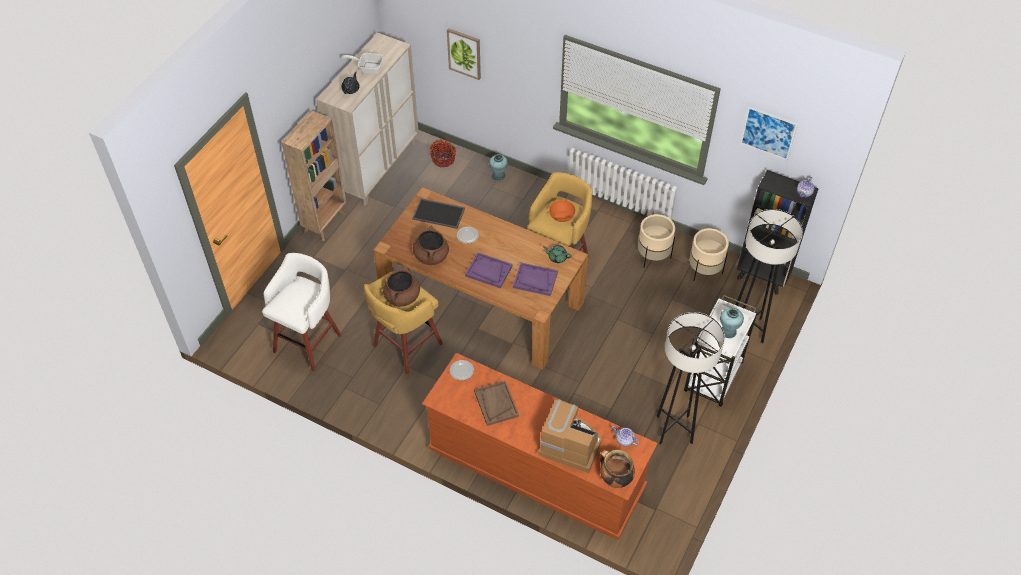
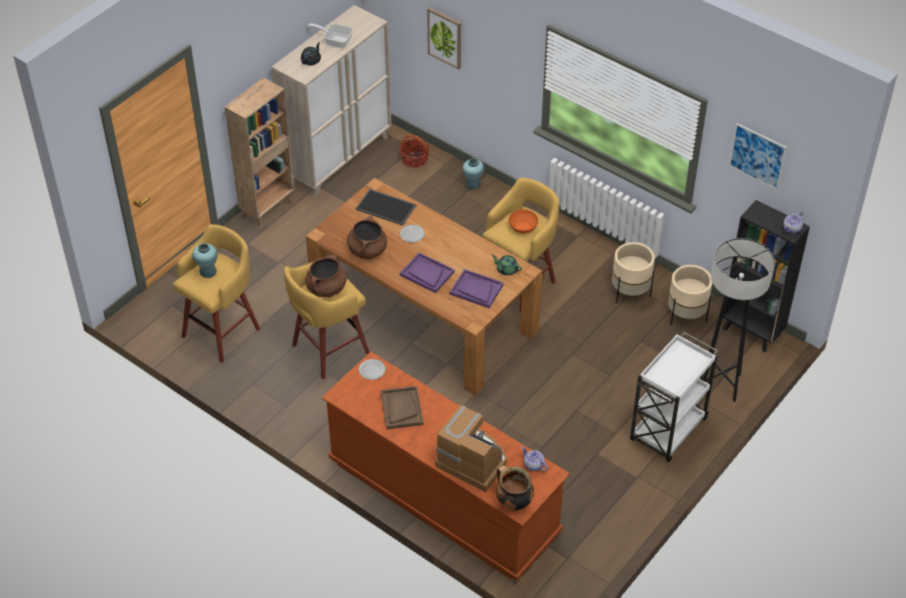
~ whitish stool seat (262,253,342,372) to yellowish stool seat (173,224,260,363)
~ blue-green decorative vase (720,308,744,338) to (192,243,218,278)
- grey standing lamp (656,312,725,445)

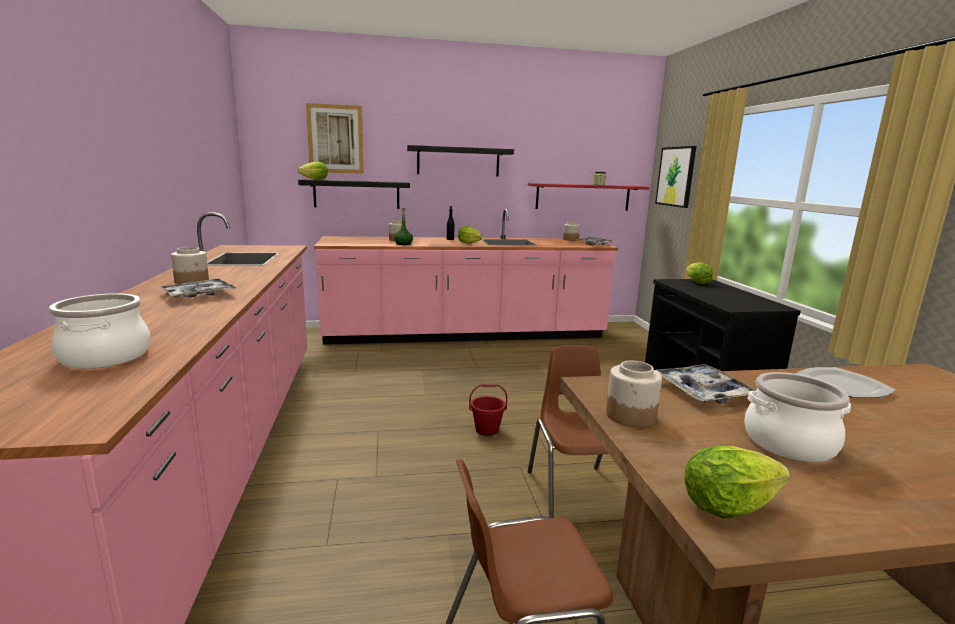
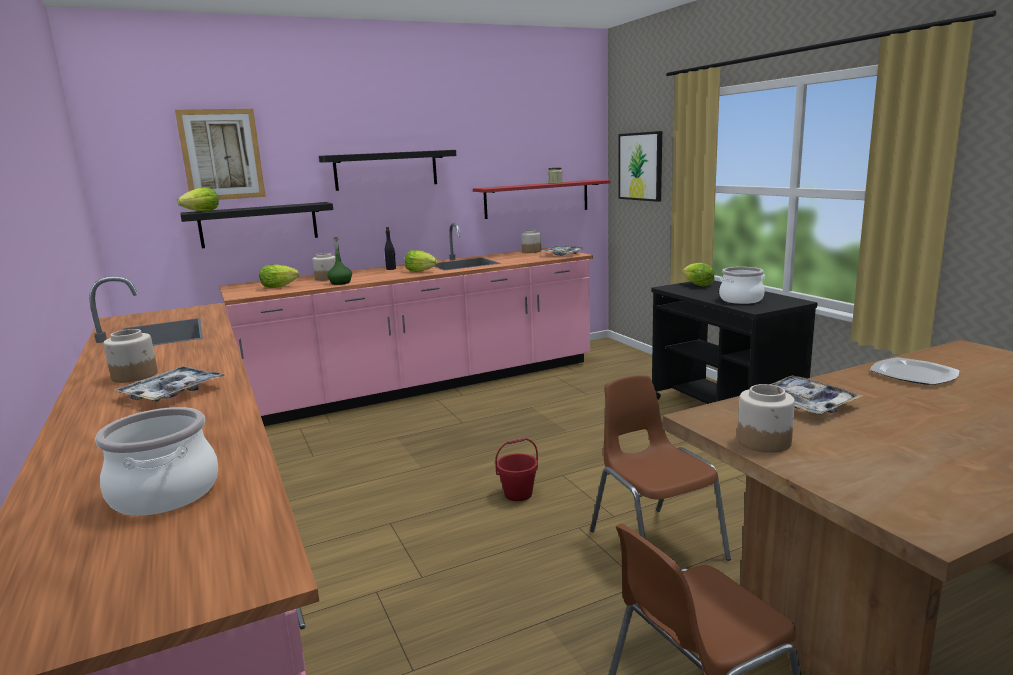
~ stockpot (744,372,851,462) to (719,267,765,304)
~ head of lettuce (685,446,790,518) to (259,265,299,288)

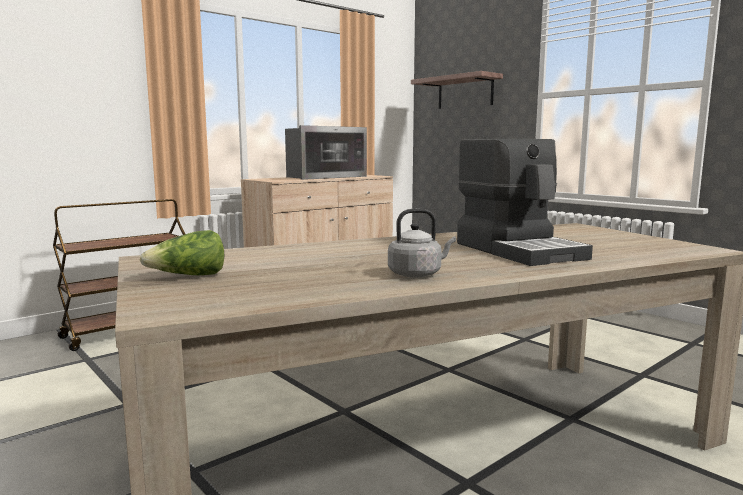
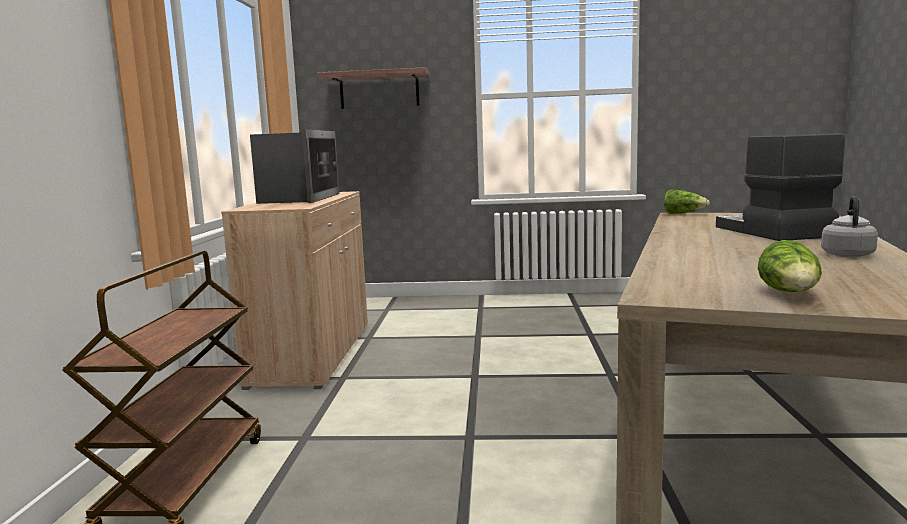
~ coffee maker (457,139,593,266) = (716,133,845,241) 120 degrees counterclockwise
+ head of lettuce (664,190,710,214)

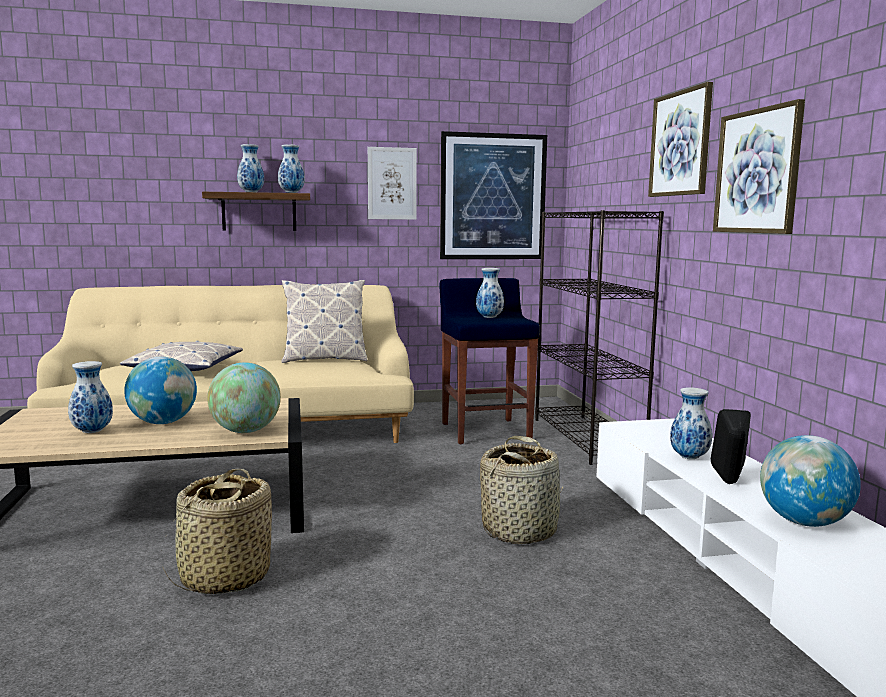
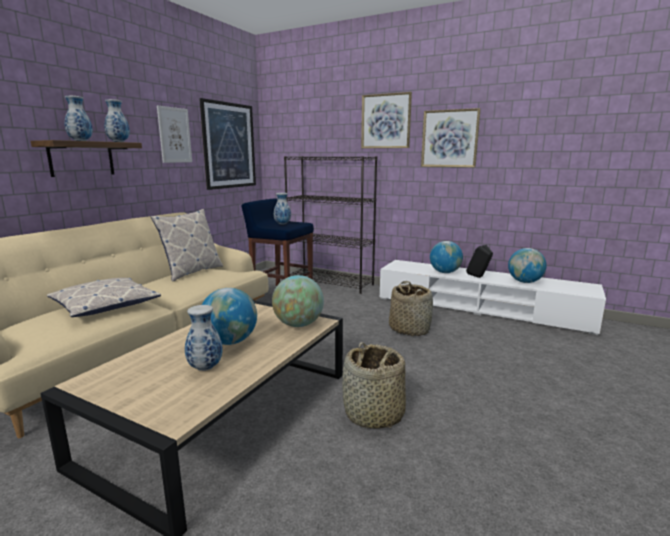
~ decorative vase (670,388,712,459) to desk globe (430,241,463,273)

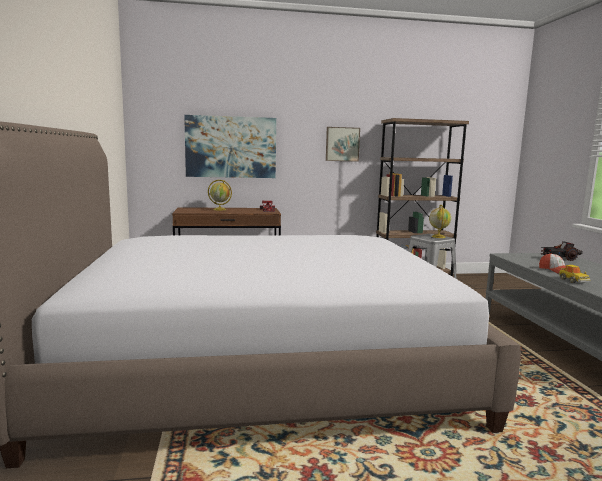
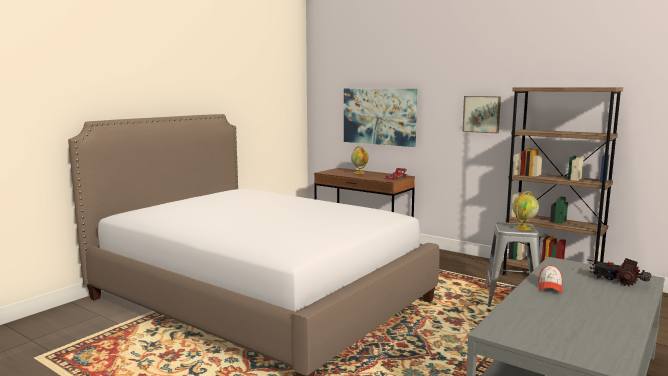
- model car (559,265,590,283)

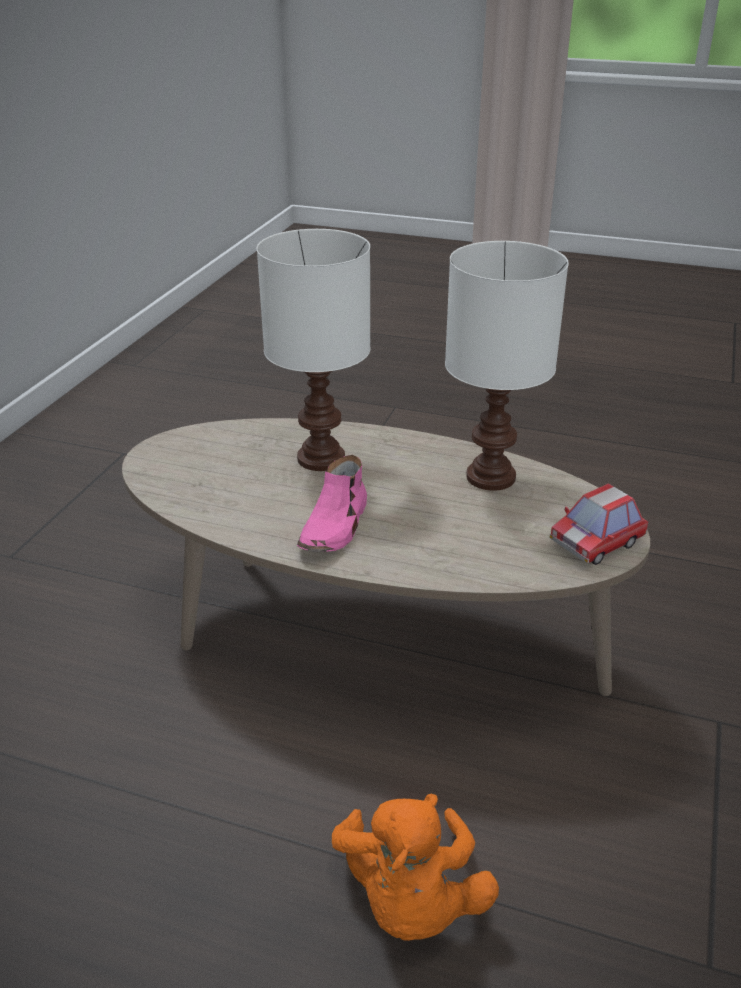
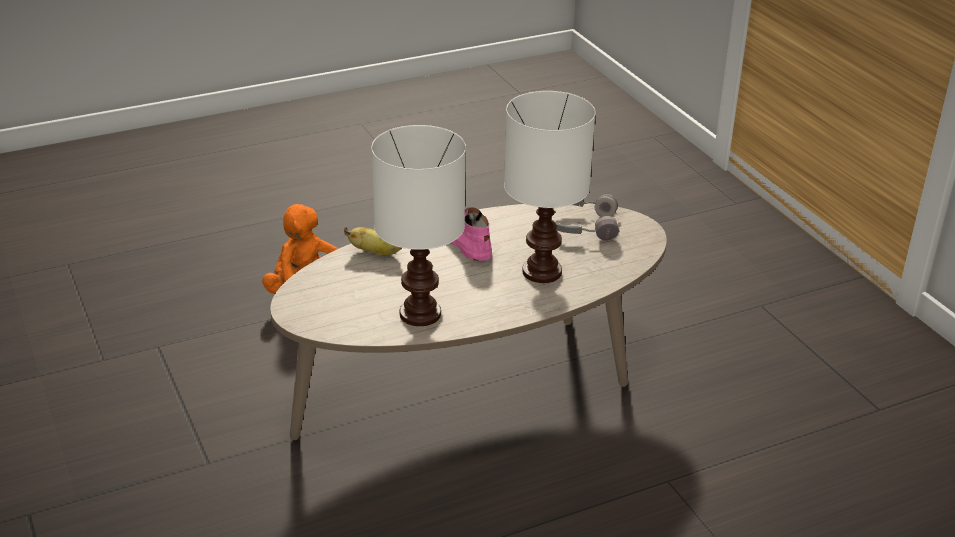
- model car (549,483,648,565)
+ grey headset (551,194,619,240)
+ whole banana (344,227,402,255)

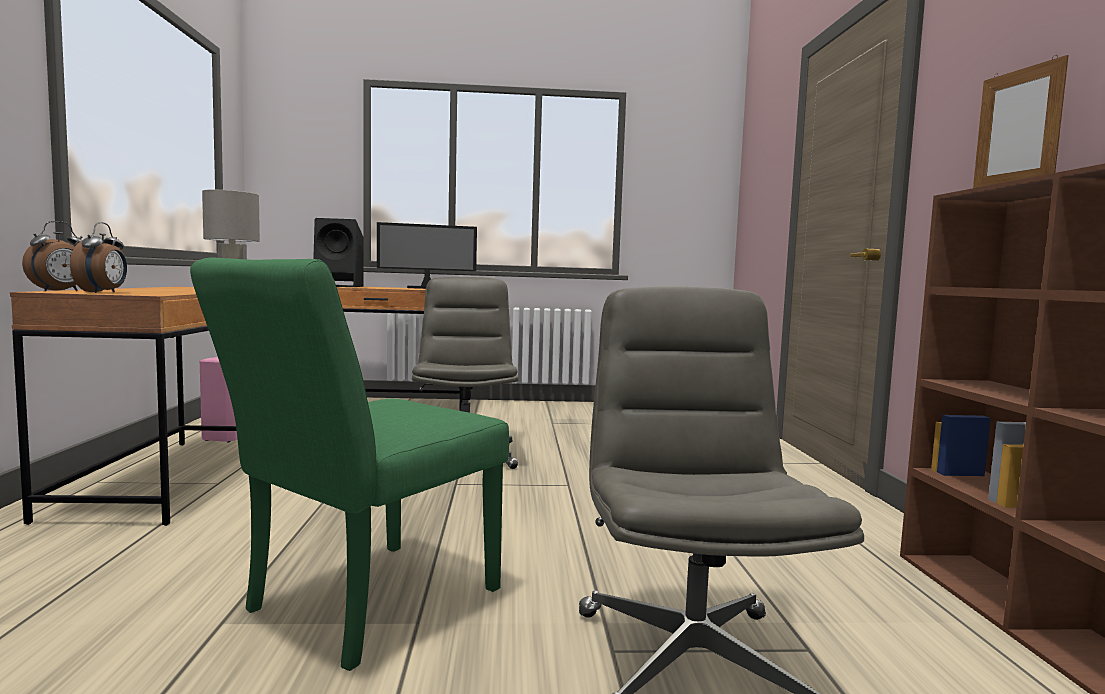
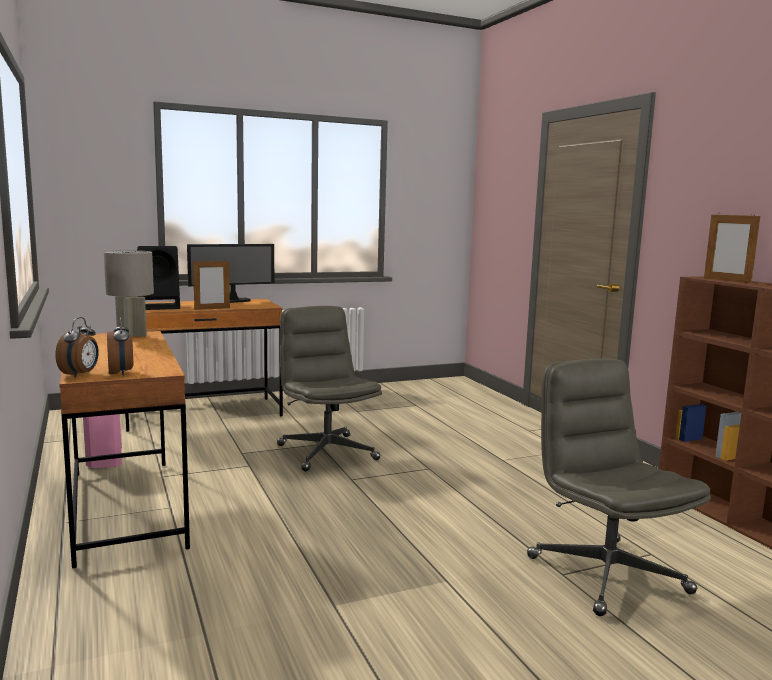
- green upright chair (190,257,509,671)
+ picture frame (193,260,230,310)

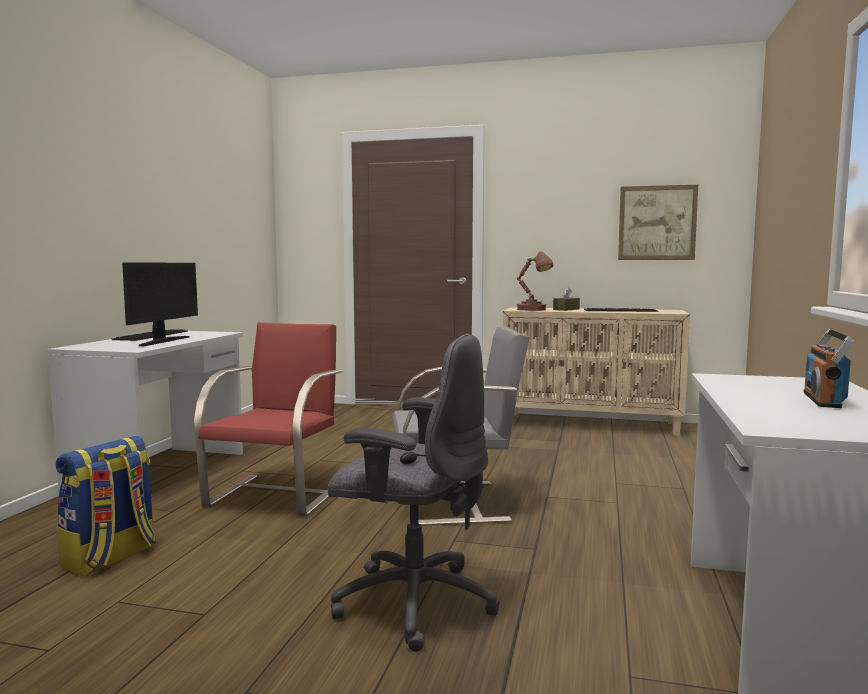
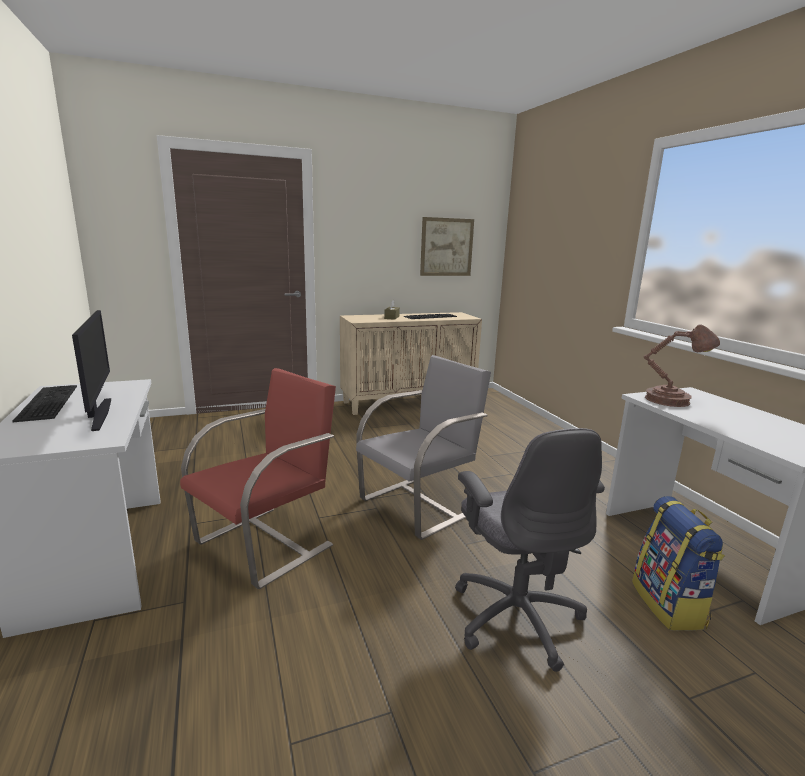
~ brown-coloured lamp for a table (516,252,554,311) to (644,324,720,407)
~ red-coloured upright chair (194,322,342,516) = (180,368,336,589) 60 degrees clockwise
- radio (804,329,855,408)
~ grey desk chair (328,334,499,652) = (455,428,605,672) 90 degrees clockwise
~ rucksack (56,436,156,576) to (632,496,725,631)

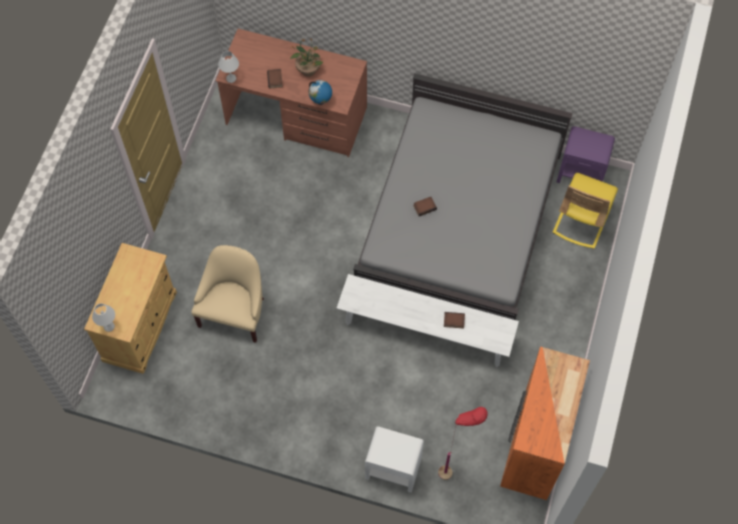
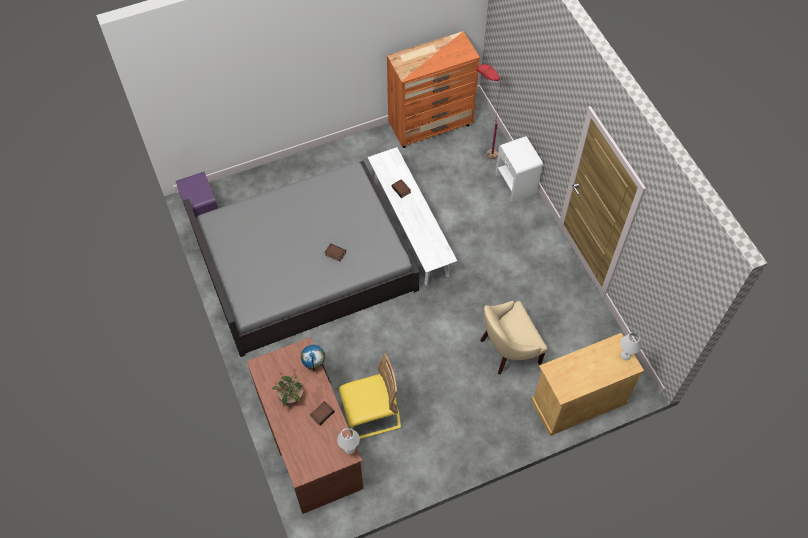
~ yellowish upright chair (553,173,618,249) to (339,354,401,439)

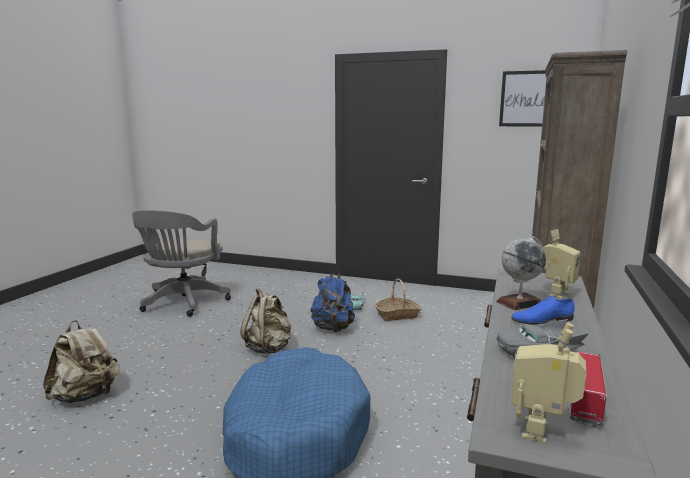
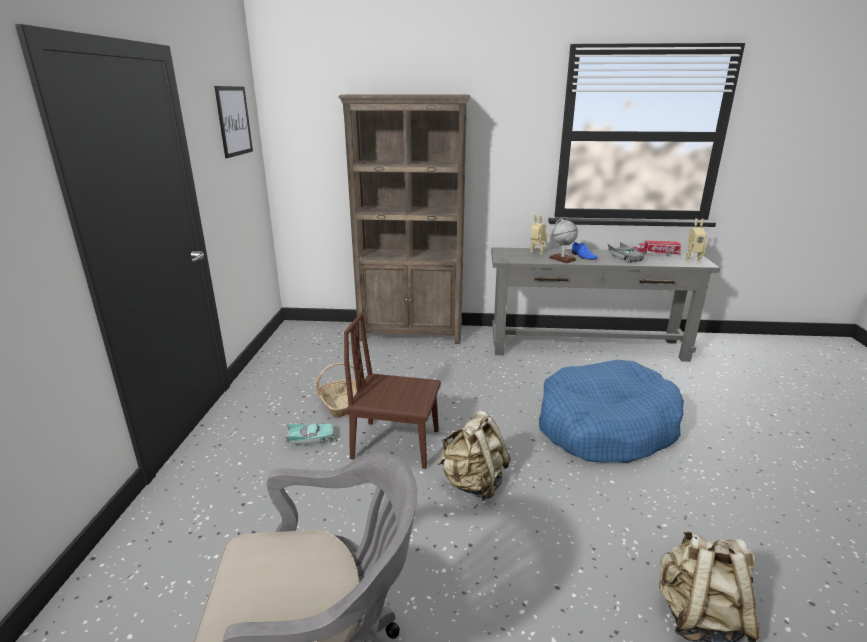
~ blue rucksack (311,270,355,333) to brown-coloured upright chair (344,312,441,469)

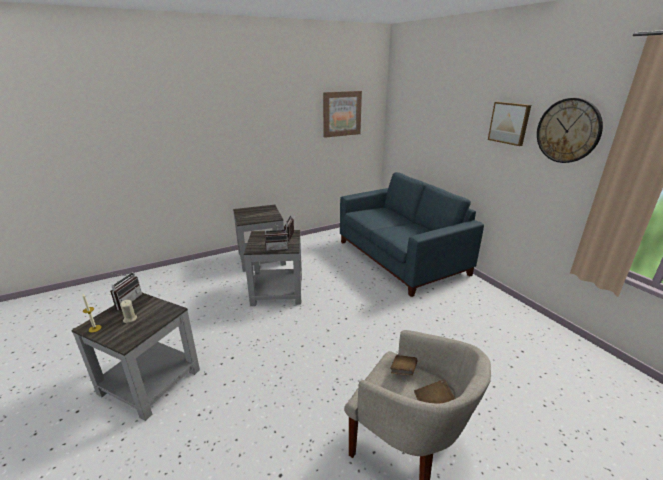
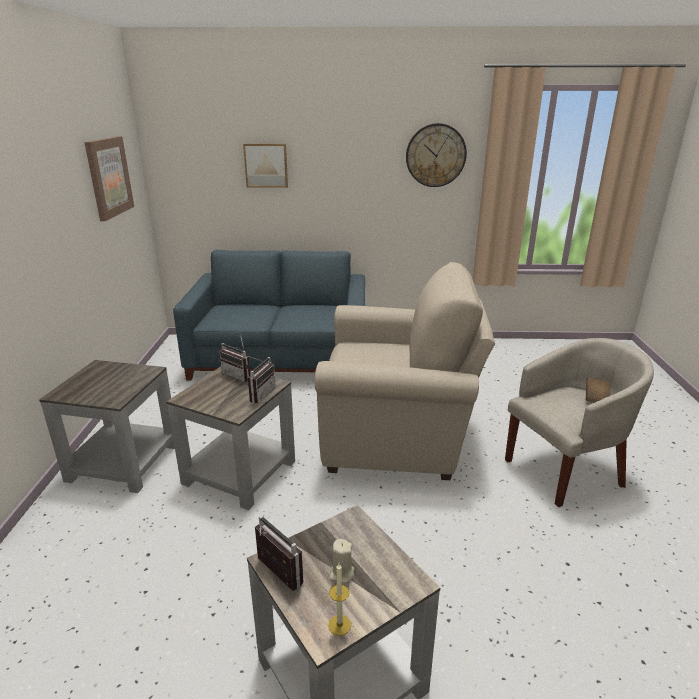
~ wall art (488,102,531,146) to (243,144,288,188)
- brown-coloured bound book (390,355,418,375)
+ sand-coloured easy chair (314,262,495,480)

